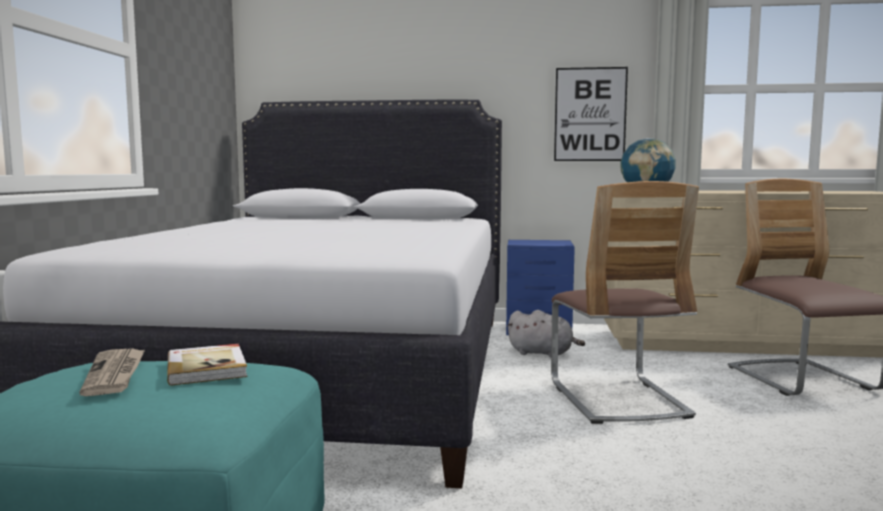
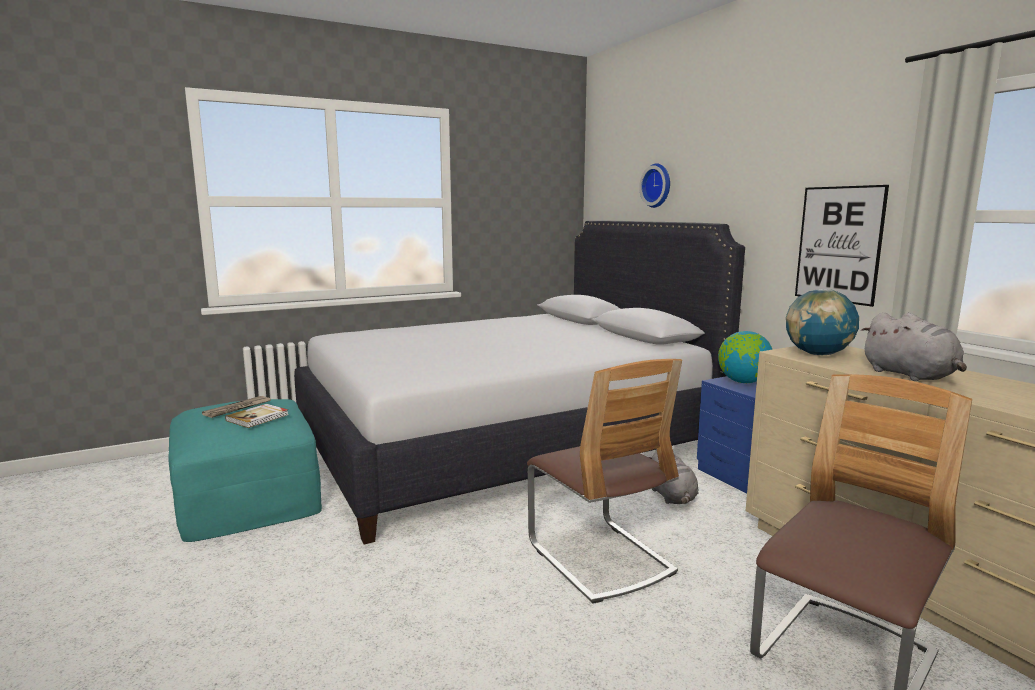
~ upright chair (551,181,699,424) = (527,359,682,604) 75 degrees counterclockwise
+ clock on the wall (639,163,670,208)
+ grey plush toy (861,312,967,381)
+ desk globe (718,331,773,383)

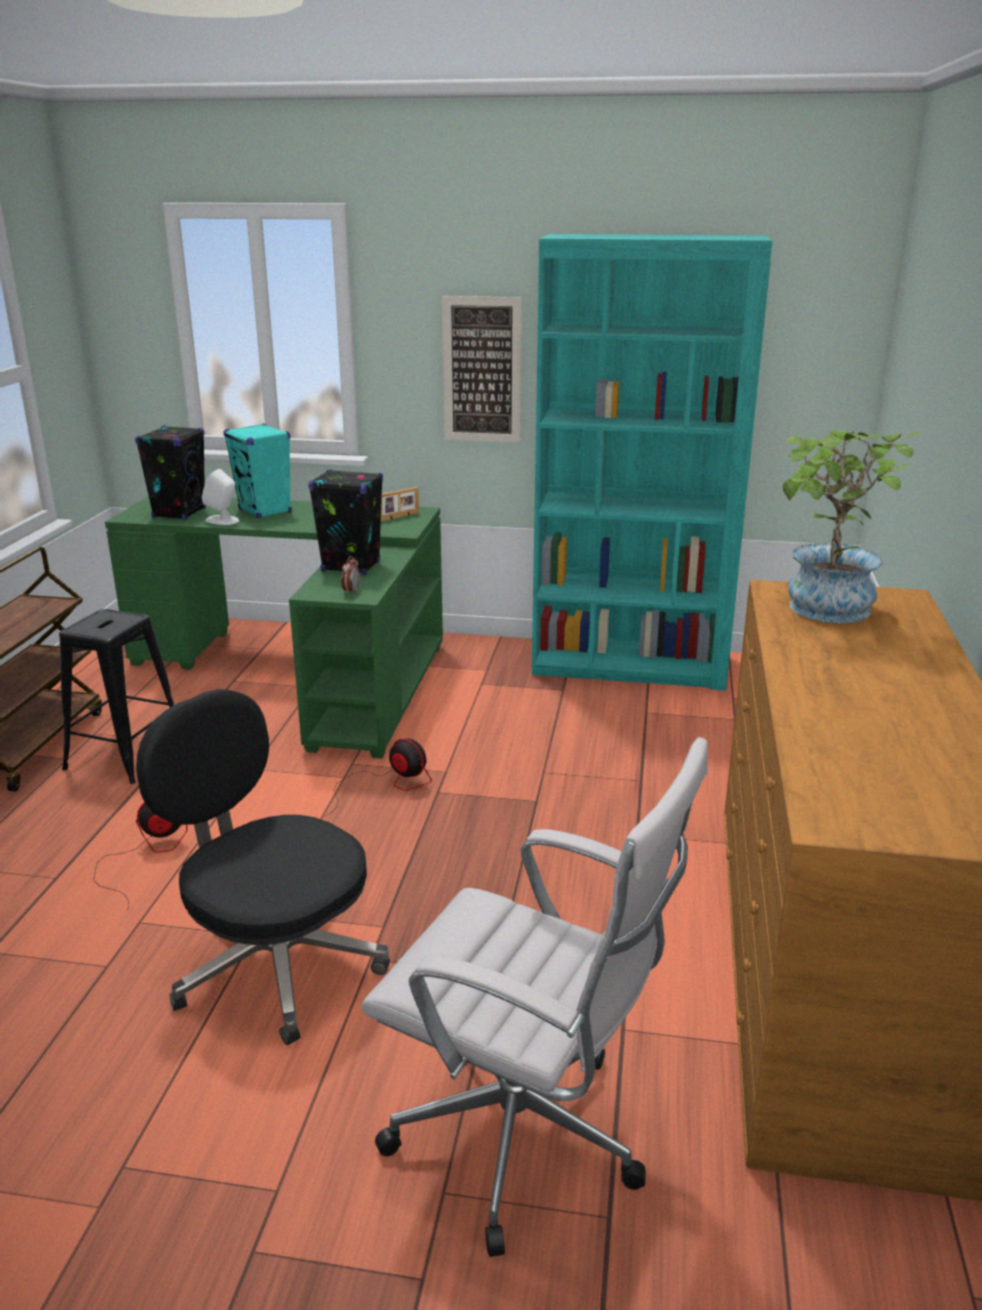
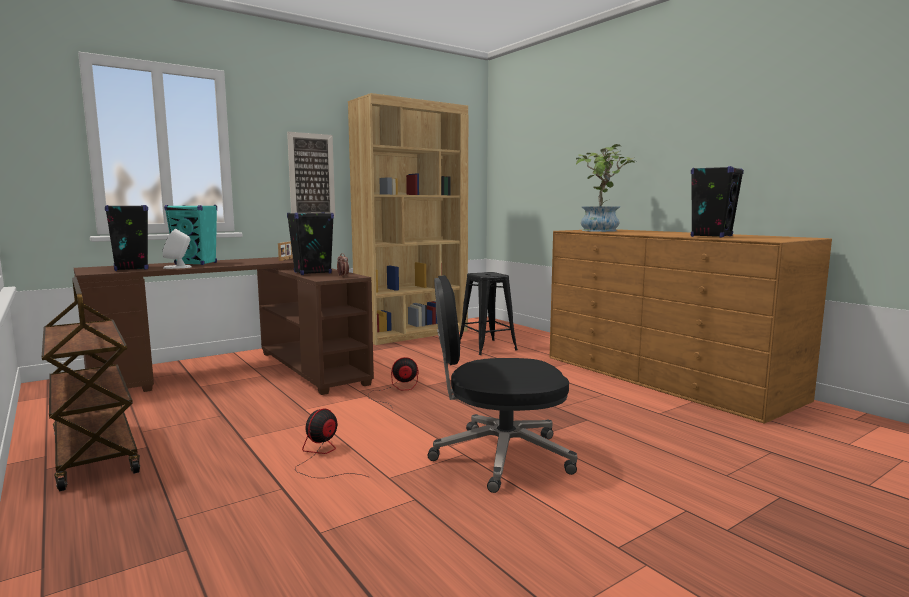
~ blue-green bookshelf (532,234,773,690) to brown-coloured bookshelf (348,93,468,345)
~ green desk unit (105,496,443,759) to brown-coloured desk unit (74,257,374,395)
~ blackish stool seat (59,609,174,784) to (459,272,518,355)
- whitish desk chair (362,737,708,1257)
+ blackish loudspeaker (691,166,744,238)

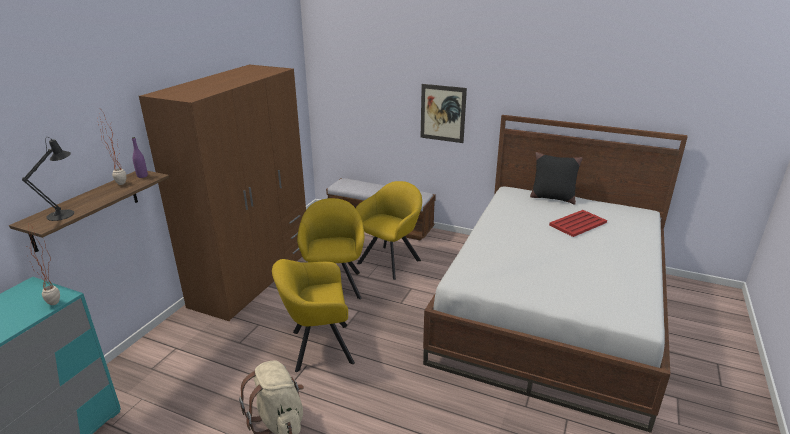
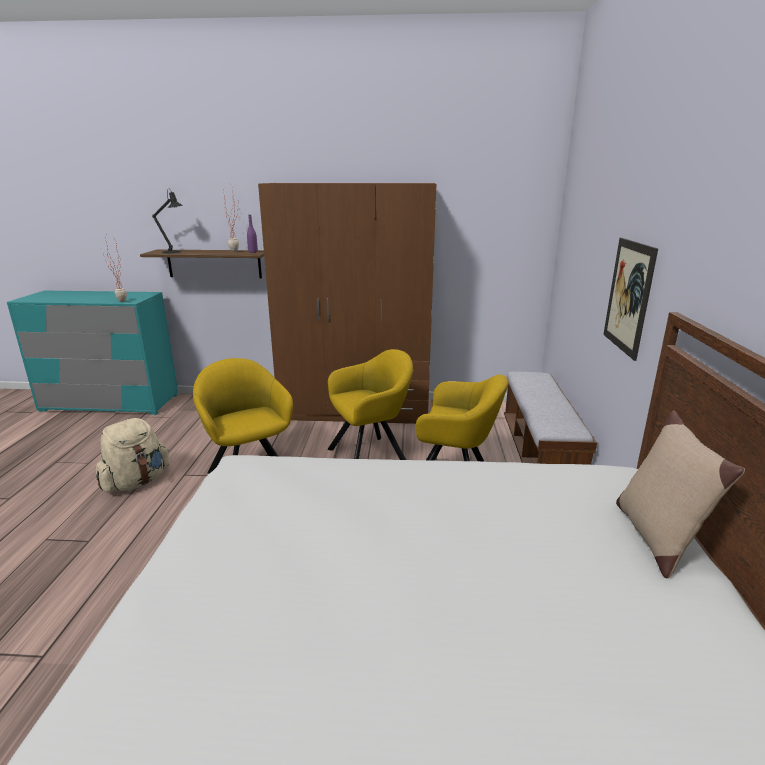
~ blackish cushion (530,152,583,205) to sand-coloured cushion (616,411,745,579)
- red-coloured carrying tray (549,210,607,237)

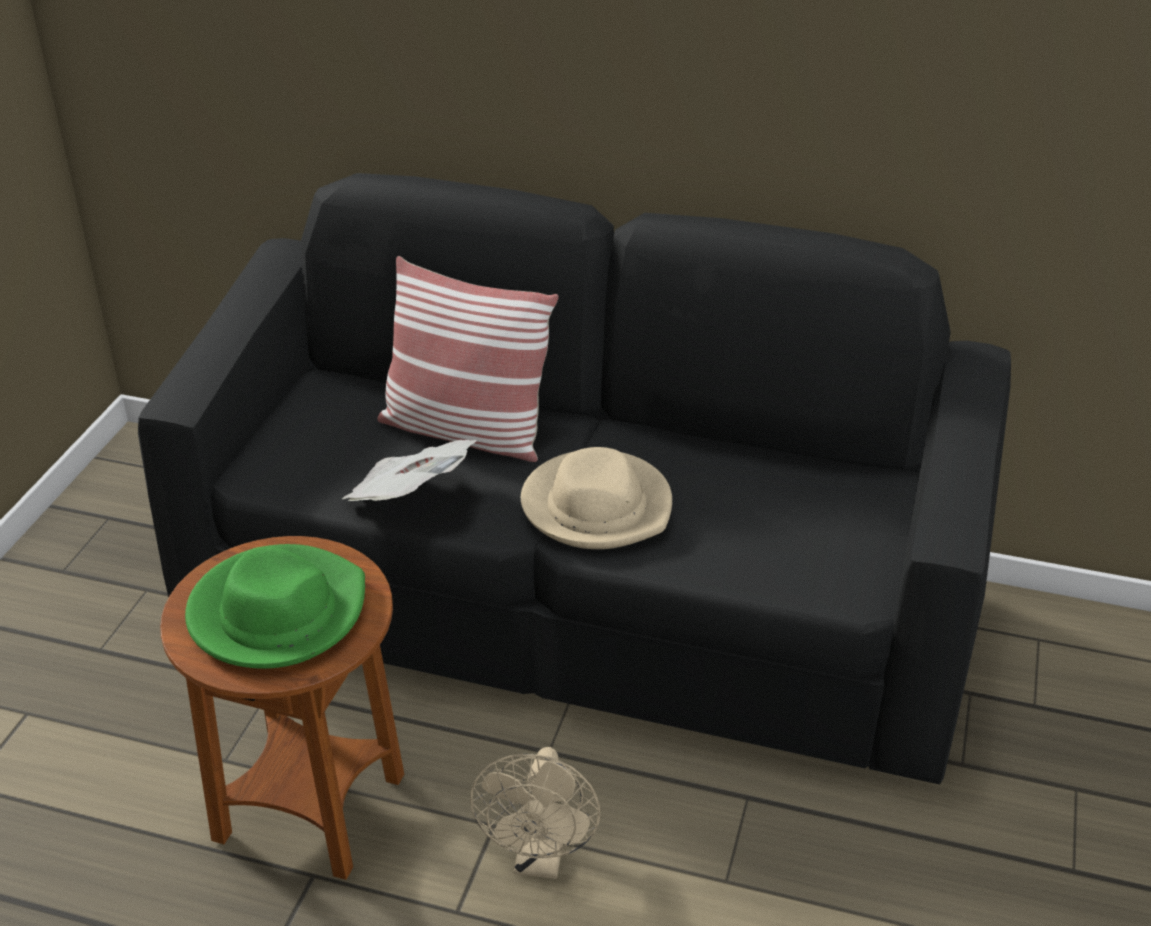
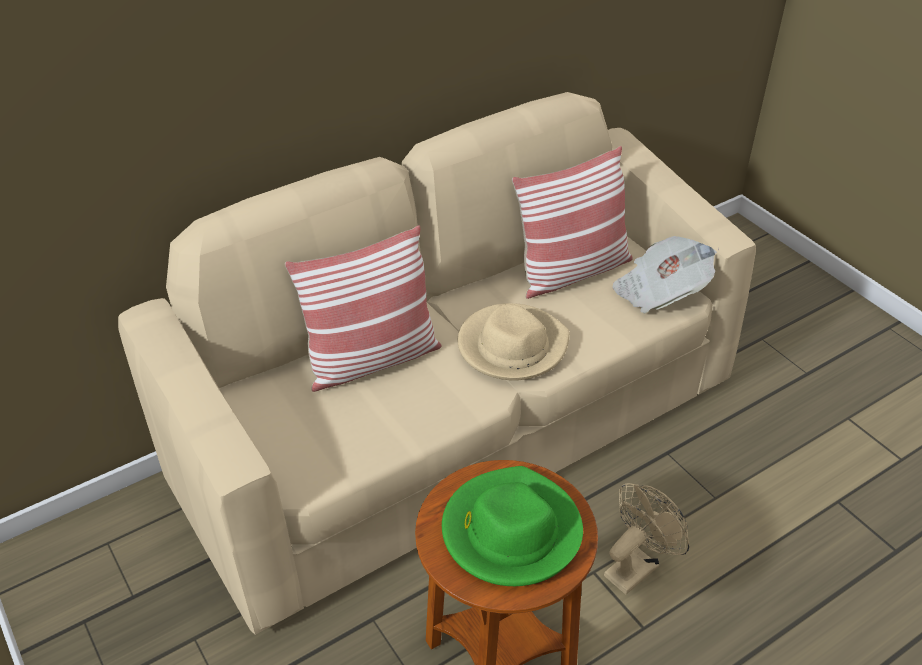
~ blackish sofa (138,173,1011,784) to sand-coloured sofa (118,92,756,635)
~ printed paper (342,439,477,501) to (613,236,719,314)
~ sand-coloured fan (470,747,600,879) = (604,483,689,594) 90 degrees counterclockwise
+ cushion (512,146,633,299)

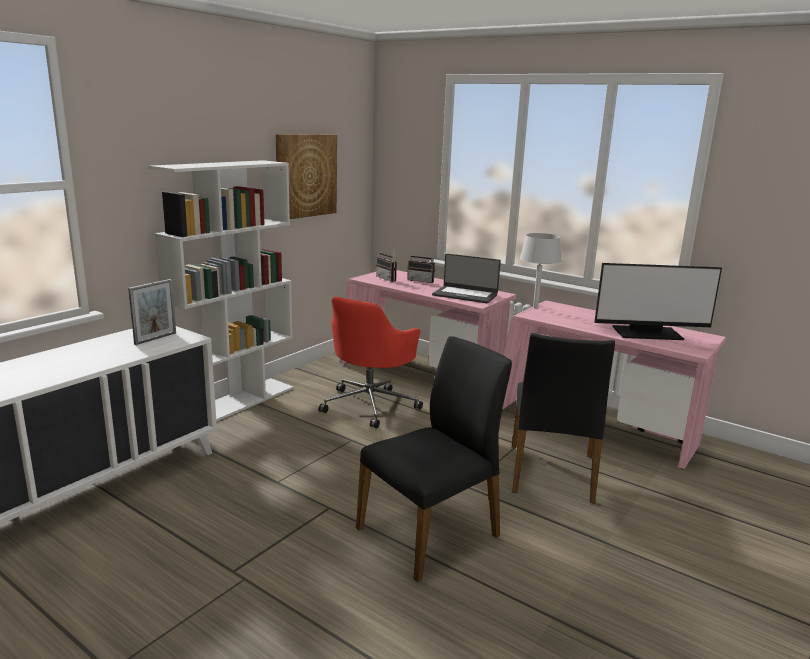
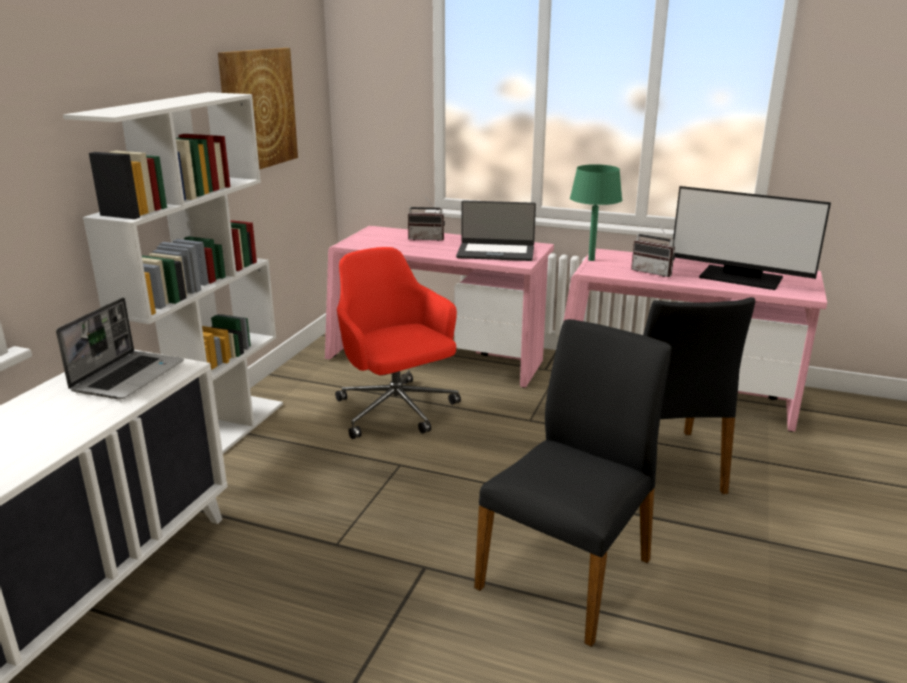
~ grey lamp for a table (520,233,561,309) to green lamp for a table (570,164,622,261)
~ radio (376,252,397,282) to (631,224,675,277)
~ computer display (594,263,722,340) = (673,186,831,290) 45 degrees clockwise
~ picture frame (128,279,176,345) to portable computer (56,297,184,399)
~ red-coloured desk chair (319,296,423,428) = (335,247,461,439) 135 degrees clockwise

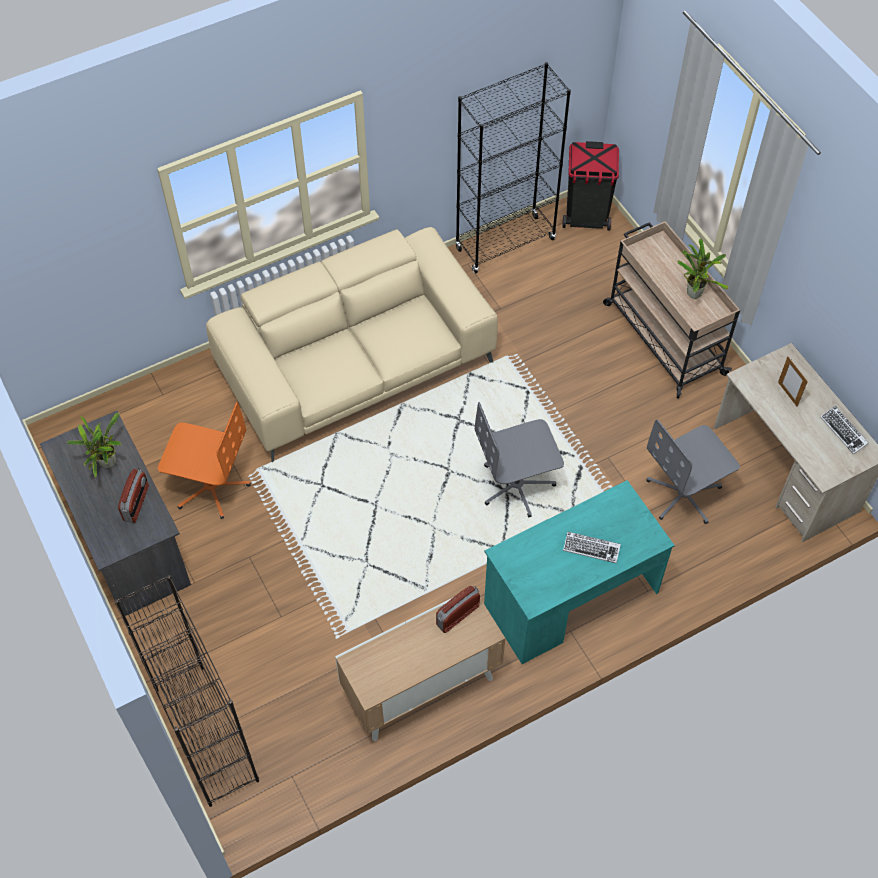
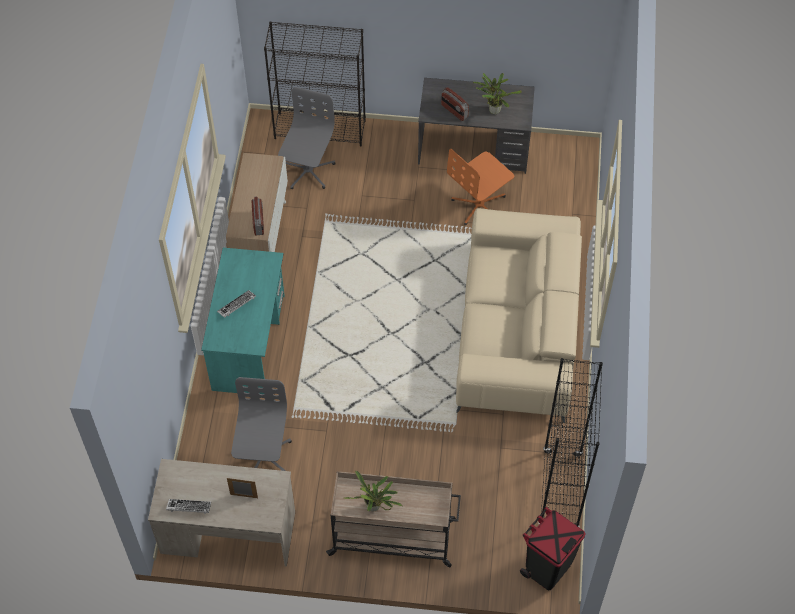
~ grey desk chair (475,402,564,517) to (278,87,336,189)

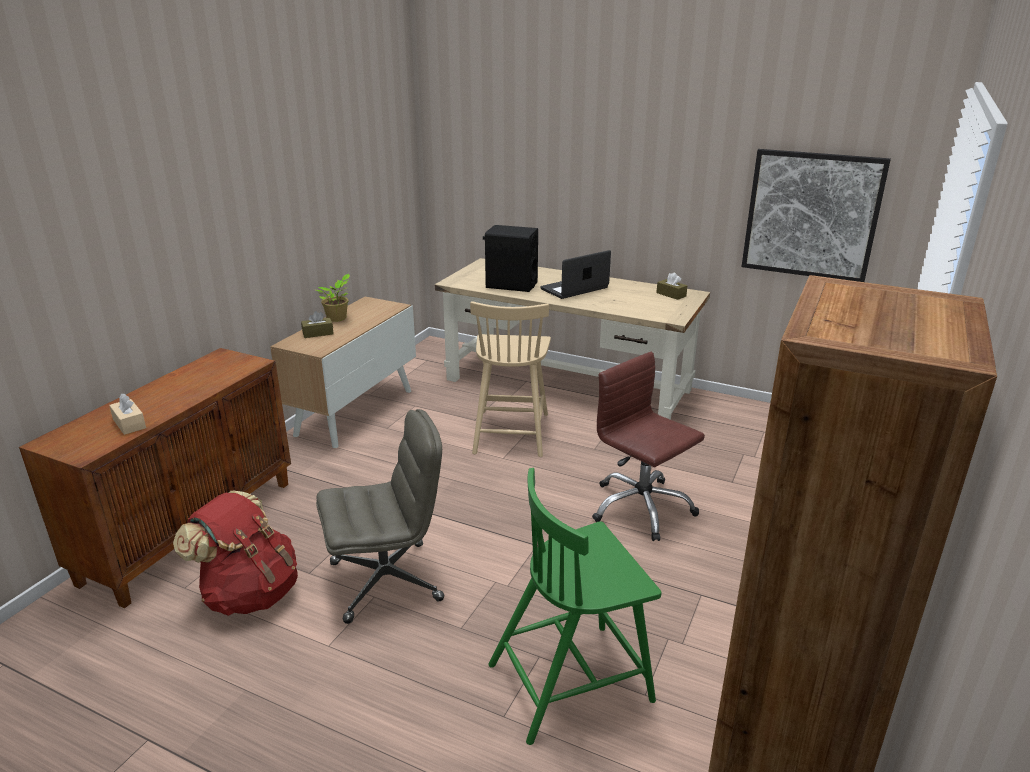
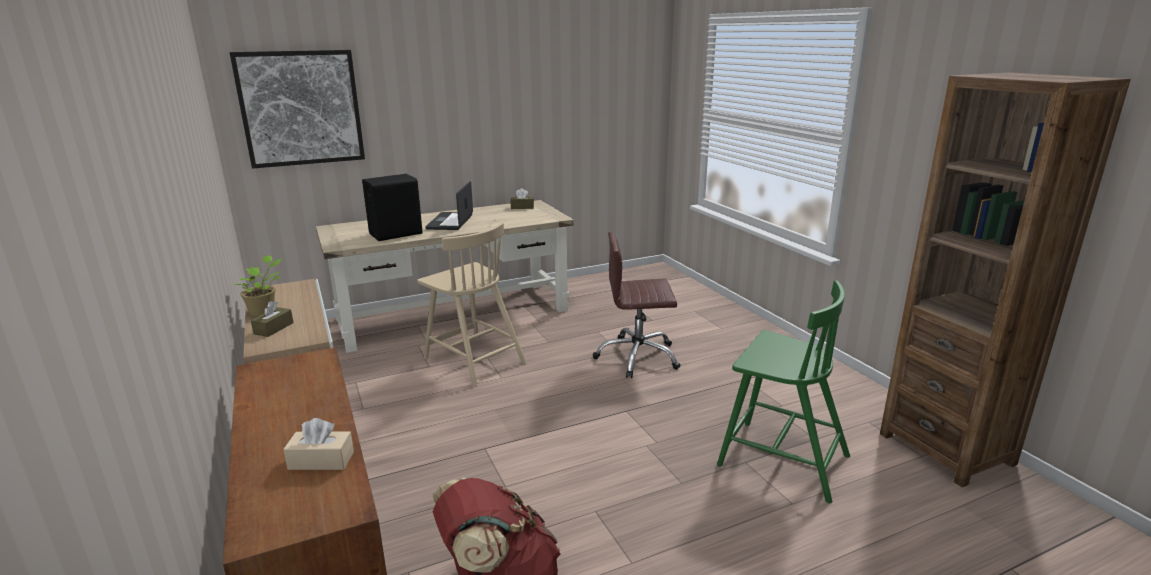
~ wall art (741,149,891,282) to (229,50,365,169)
- grey desk chair (316,409,444,624)
~ green upright chair (488,468,661,745) = (717,280,850,503) 75 degrees counterclockwise

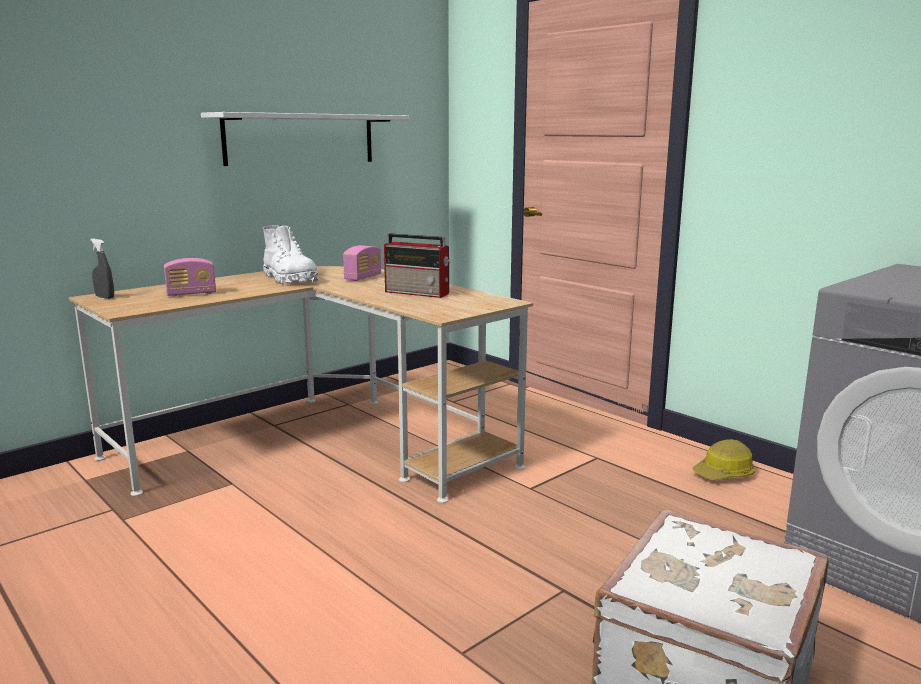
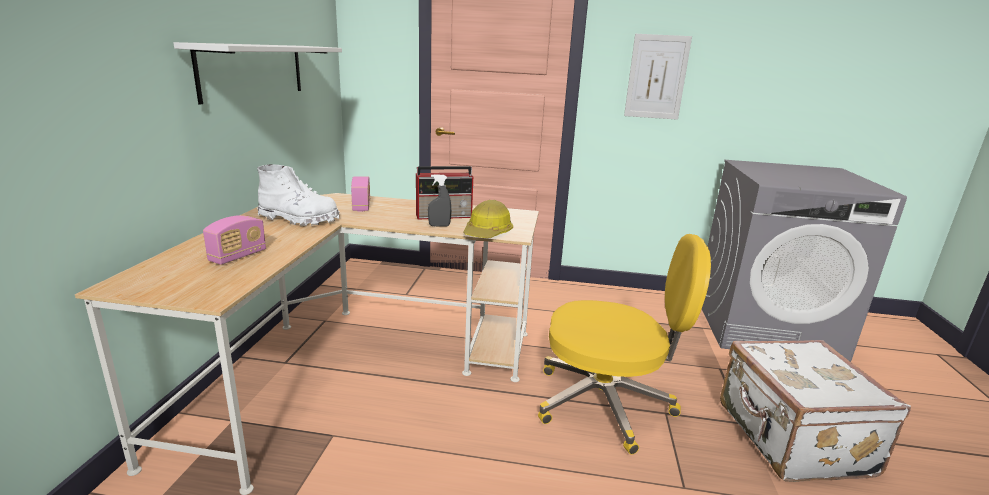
~ grey spray bottle (90,239,114,299) to (428,174,451,227)
~ hard hat (692,439,755,480) to (463,200,513,238)
+ wall art (624,34,692,120)
+ yellowish desk chair (538,234,711,455)

